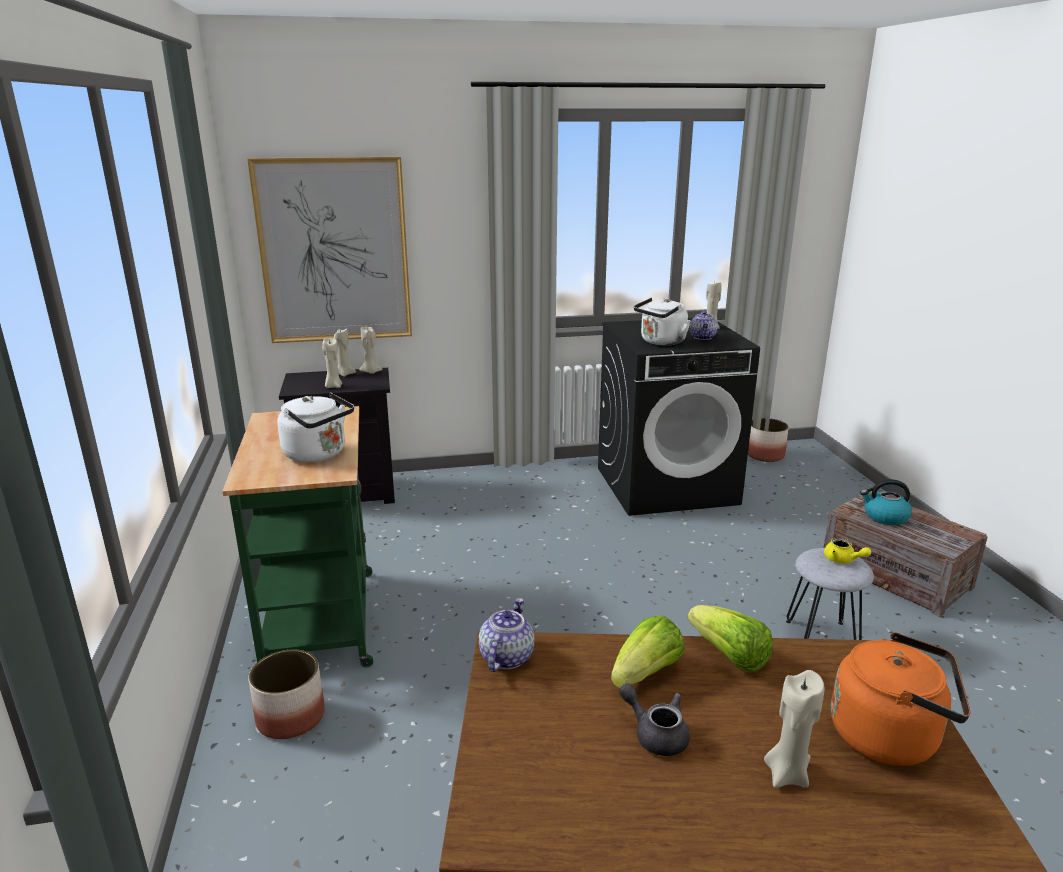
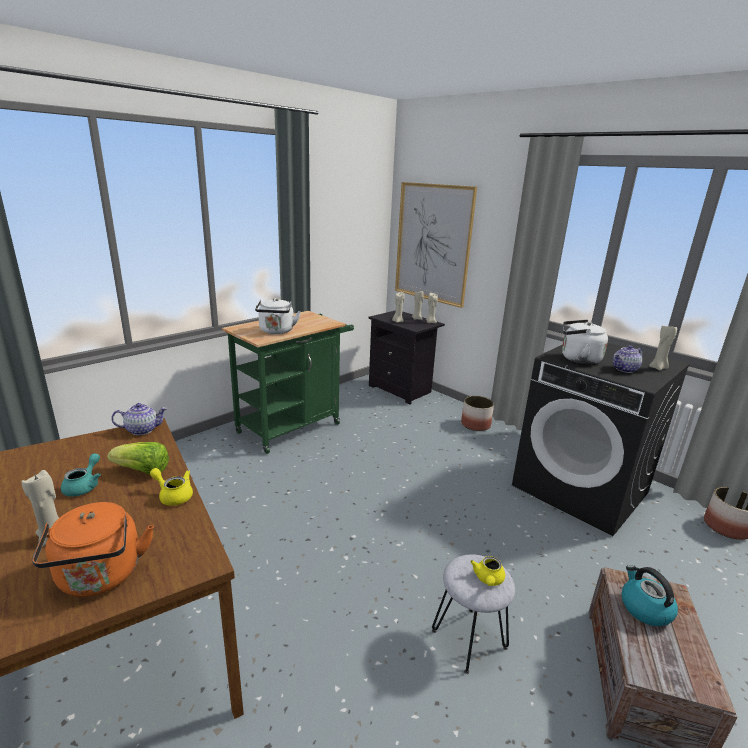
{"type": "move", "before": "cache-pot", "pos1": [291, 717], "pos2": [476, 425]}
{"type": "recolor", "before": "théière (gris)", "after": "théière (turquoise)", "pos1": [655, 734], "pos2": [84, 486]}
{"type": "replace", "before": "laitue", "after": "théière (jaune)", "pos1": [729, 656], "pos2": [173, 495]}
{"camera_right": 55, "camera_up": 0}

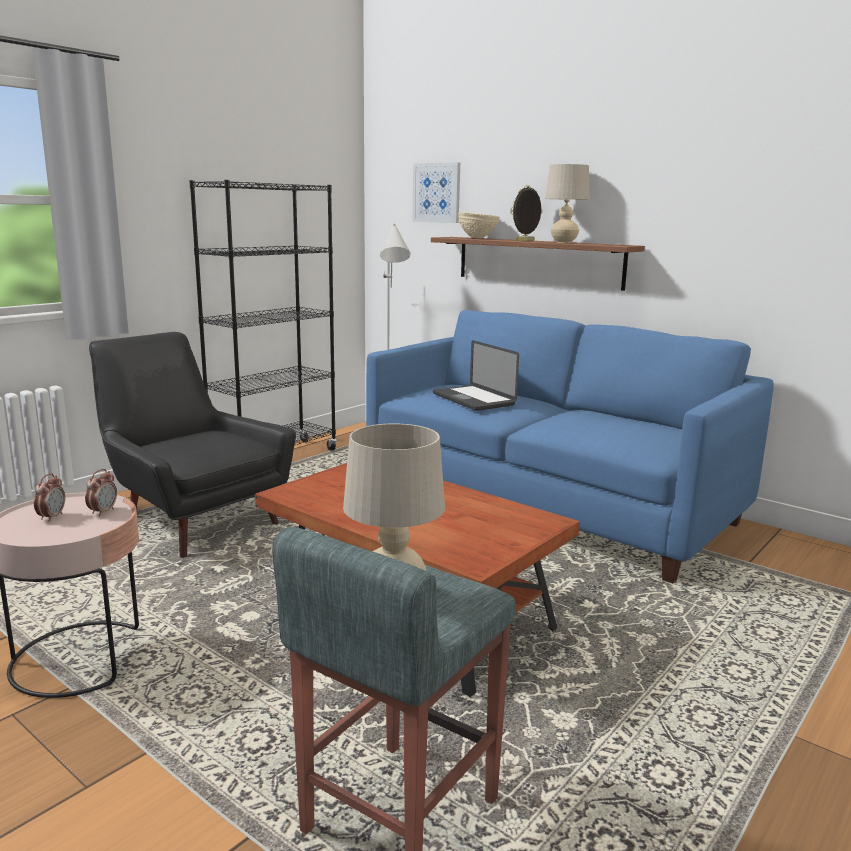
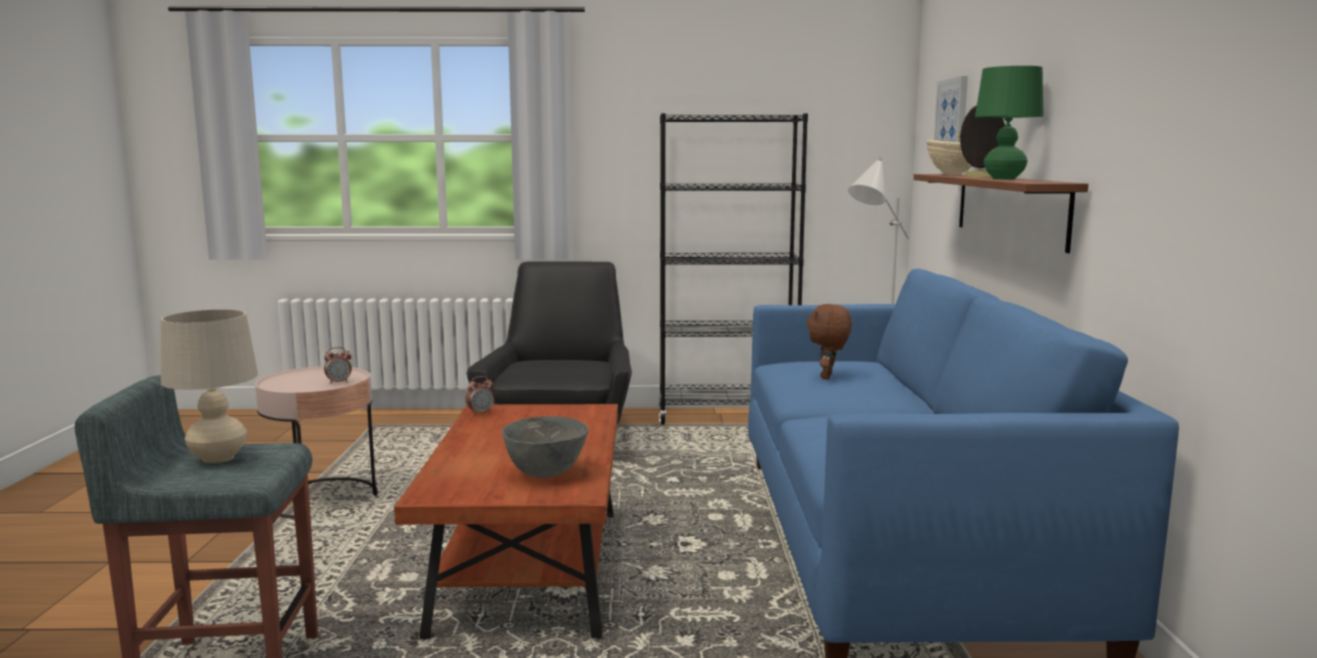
{"type": "move", "before": "réveil", "pos1": [52, 517], "pos2": [481, 413]}
{"type": "replace", "before": "ordinateur portable", "after": "peluche (marron)", "pos1": [473, 399], "pos2": [828, 377]}
{"type": "recolor", "before": "lampe de table (beige)", "after": "lampe de table (vert)", "pos1": [564, 242], "pos2": [1004, 179]}
{"type": "insert", "after": "bol (gris)", "pos2": [545, 474]}
{"camera_right": 50, "camera_up": -5}

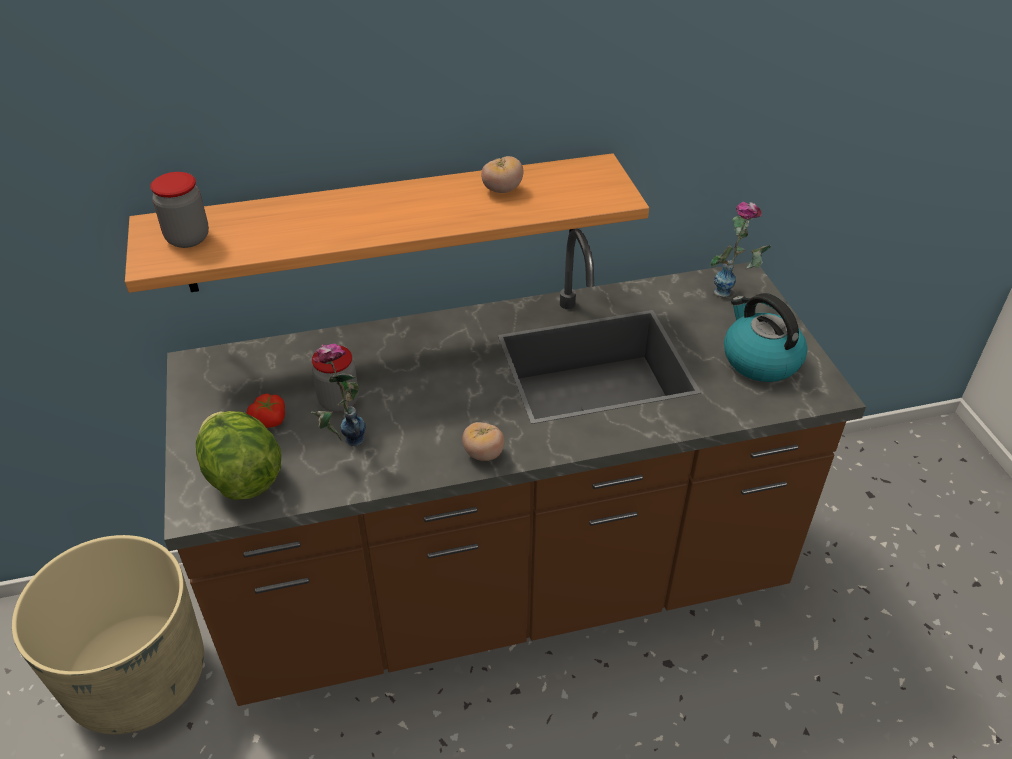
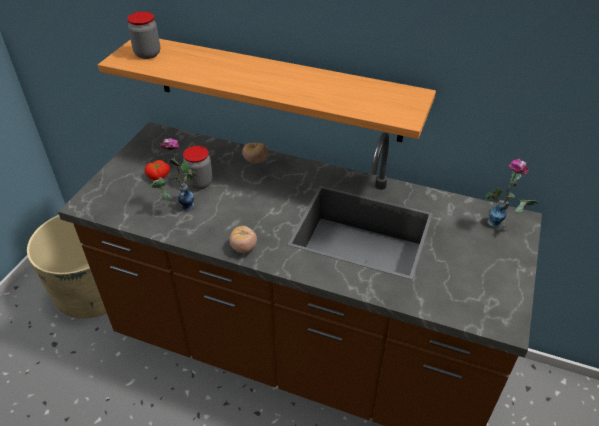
{"type": "delete", "before": "laitue", "pos1": [243, 477]}
{"type": "move", "before": "tomate", "pos1": [502, 189], "pos2": [255, 160]}
{"type": "delete", "before": "bouilloire", "pos1": [759, 360]}
{"camera_right": 35, "camera_up": 0}

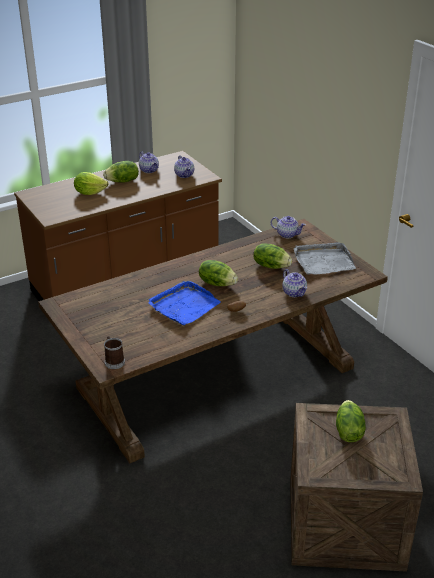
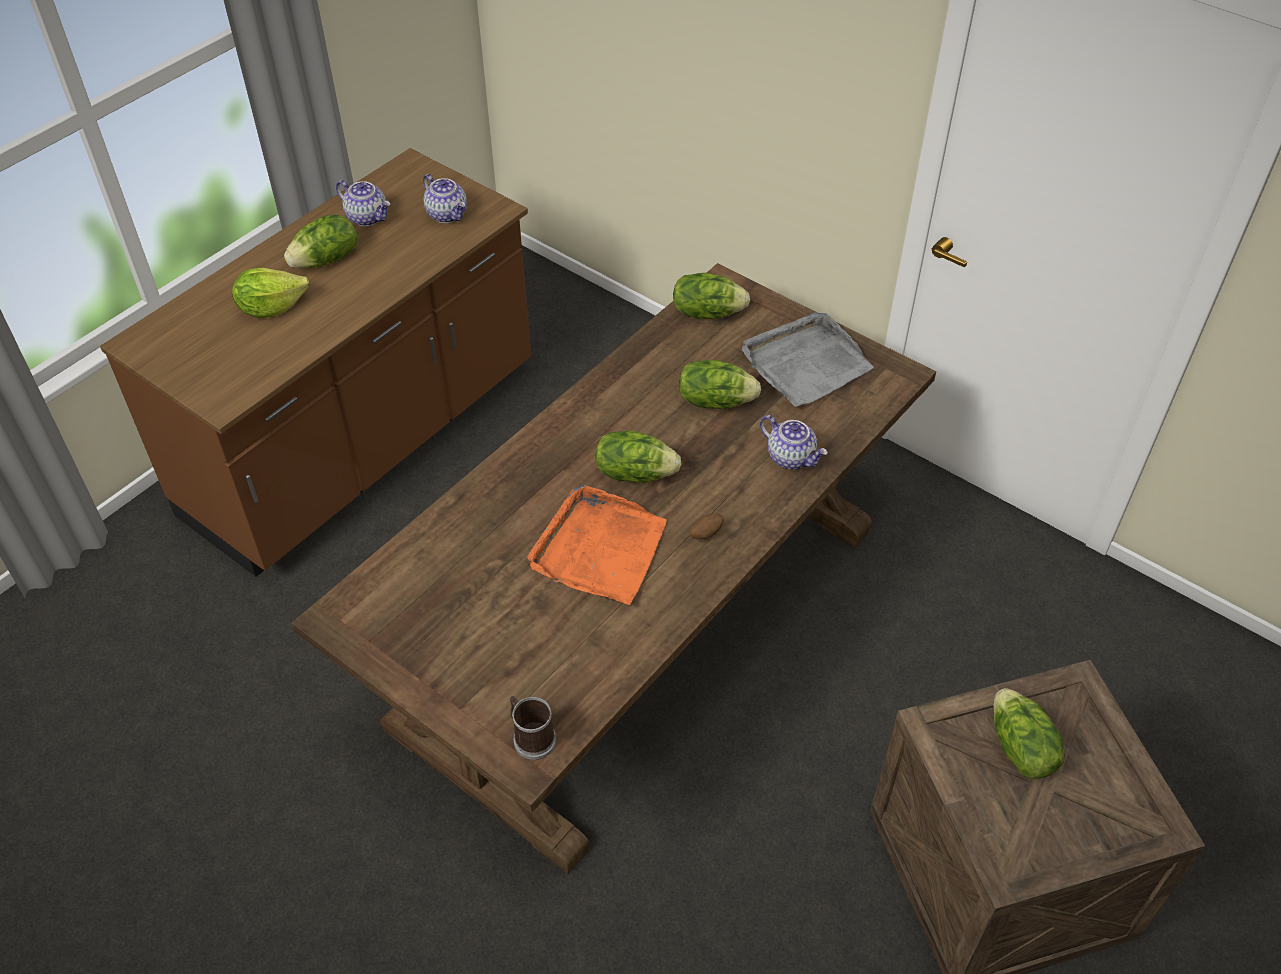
{"type": "recolor", "before": "plateau (bleu)", "after": "plateau (orange)", "pos1": [184, 306], "pos2": [599, 550]}
{"type": "replace", "before": "théière", "after": "laitue", "pos1": [287, 234], "pos2": [707, 312]}
{"camera_right": -20, "camera_up": 15}

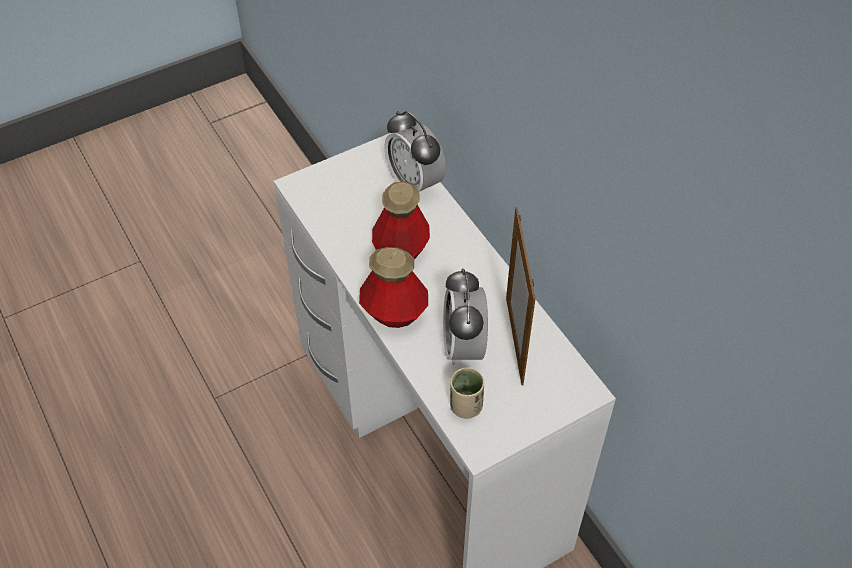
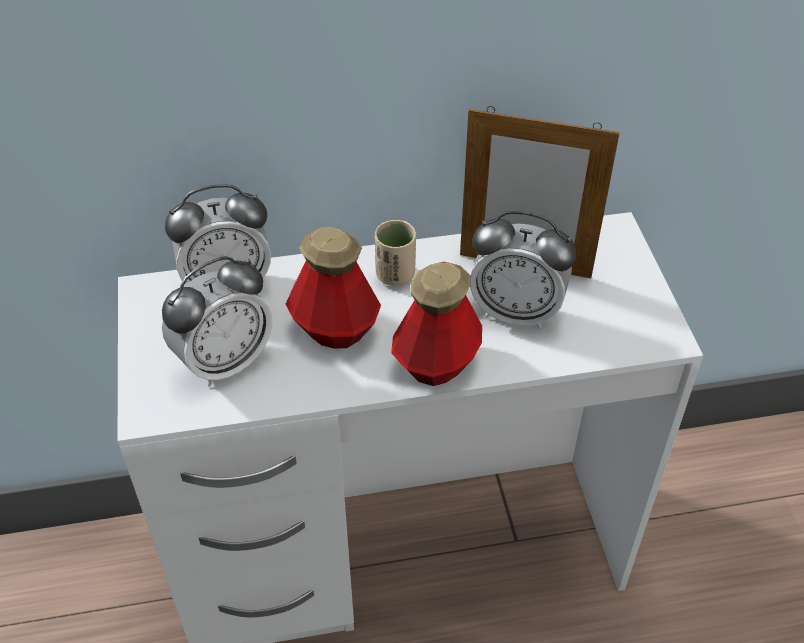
{"type": "move", "before": "tasse (beige)", "pos1": [466, 406], "pos2": [395, 275]}
{"type": "insert", "after": "réveil", "pos2": [225, 362]}
{"camera_right": -70, "camera_up": -5}

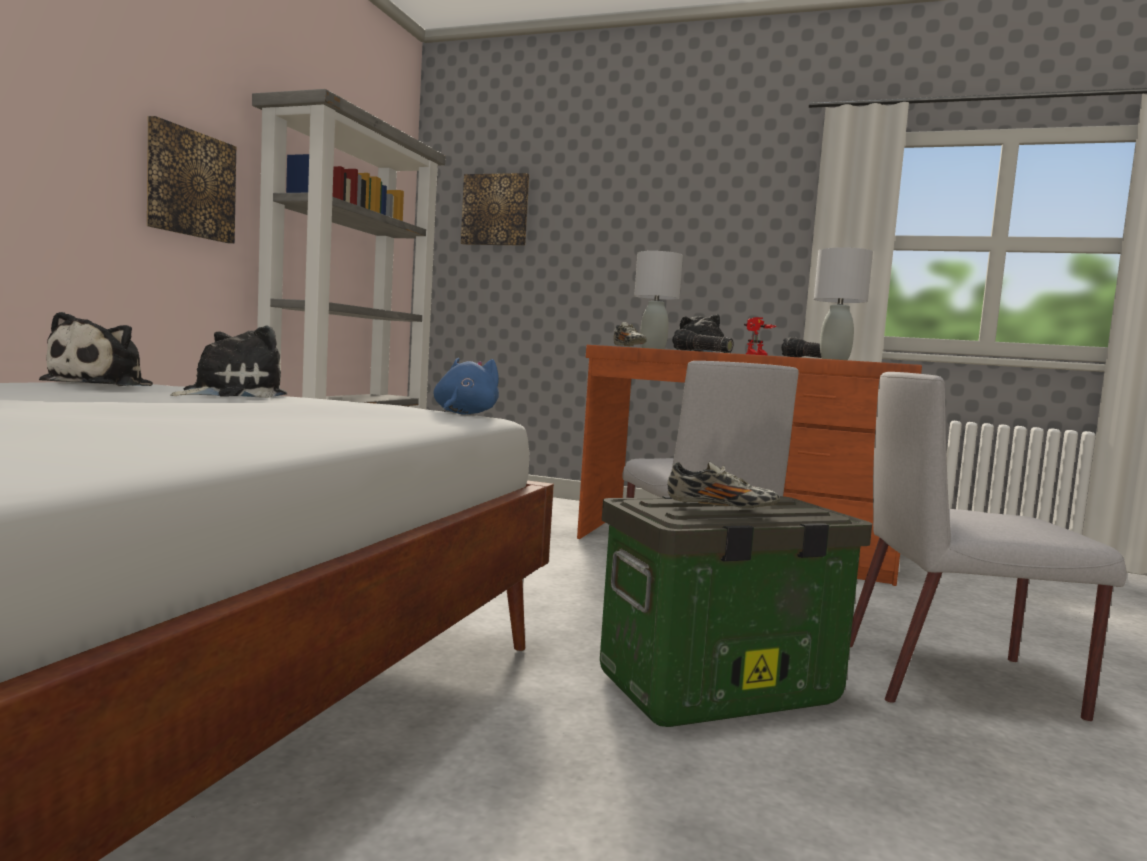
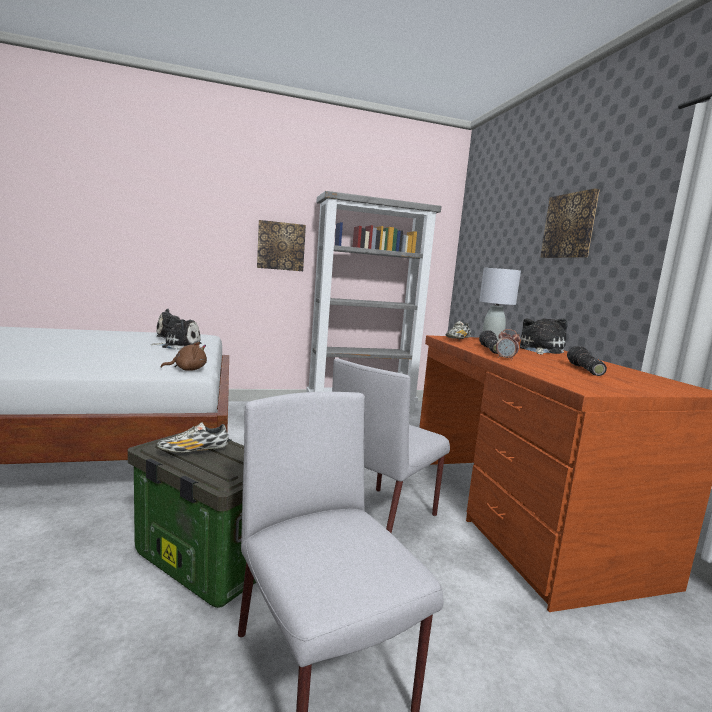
{"type": "recolor", "before": "peluche (bleu)", "after": "peluche (marron)", "pos1": [463, 414], "pos2": [188, 369]}
{"type": "move", "before": "tableau", "pos1": [495, 210], "pos2": [570, 226]}
{"type": "rotate", "before": "chaussure", "pos1": [720, 507], "pos2": [193, 451], "turn": 75}
{"type": "replace", "before": "robot jouet", "after": "réveil", "pos1": [756, 354], "pos2": [505, 358]}
{"type": "delete", "before": "lampe de table (gris)", "pos1": [834, 359]}
{"camera_right": 55, "camera_up": 5}

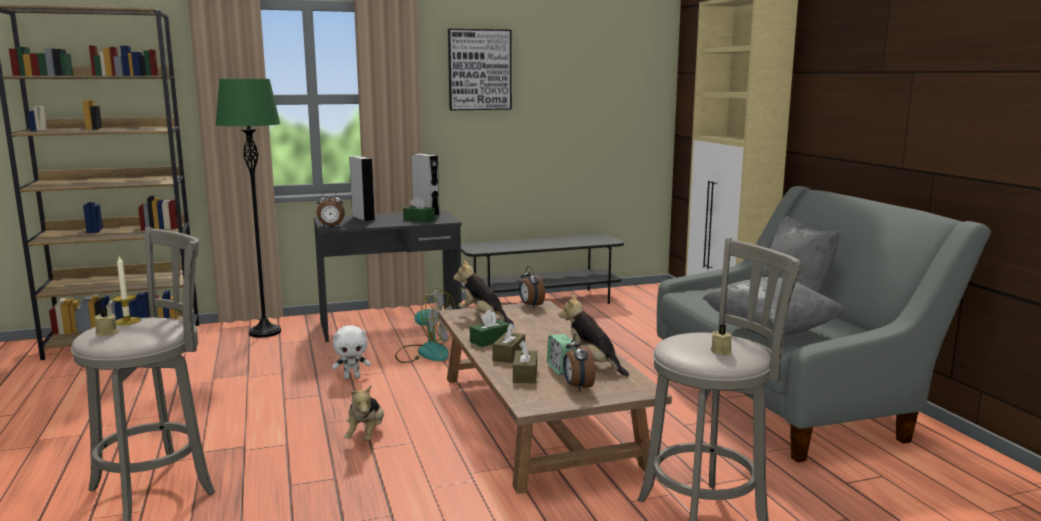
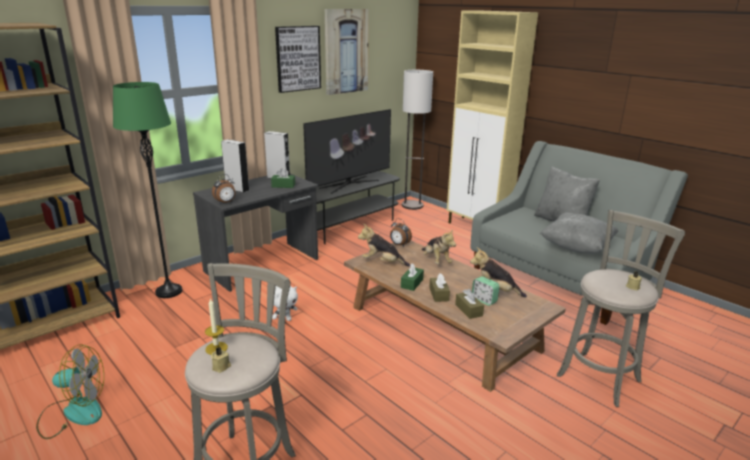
{"type": "move", "before": "peluche", "pos1": [366, 435], "pos2": [436, 260]}
{"type": "move", "before": "ventilateur", "pos1": [425, 353], "pos2": [73, 412]}
{"type": "delete", "before": "réveil", "pos1": [577, 387]}
{"type": "insert", "after": "téléviseur", "pos2": [349, 184]}
{"type": "insert", "after": "tableau", "pos2": [346, 51]}
{"type": "insert", "after": "lampadaire", "pos2": [412, 205]}
{"camera_right": -25, "camera_up": 10}

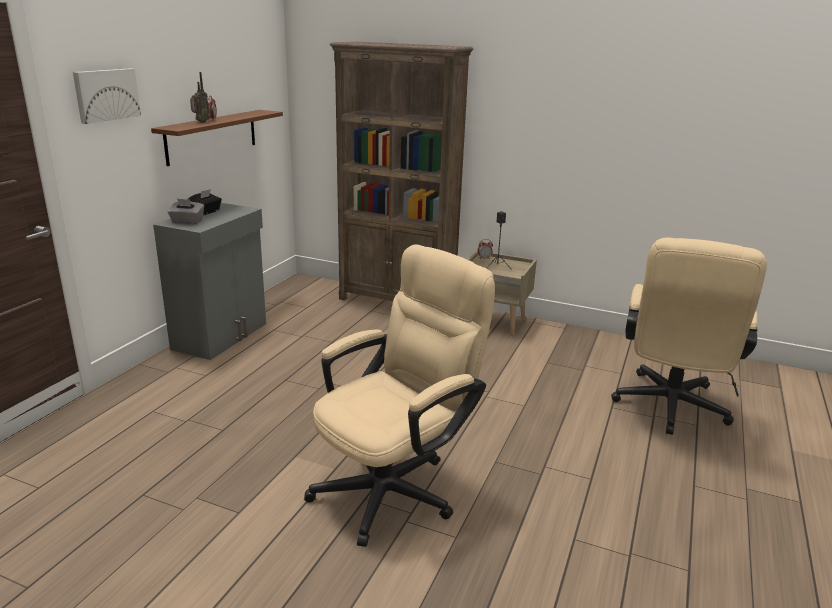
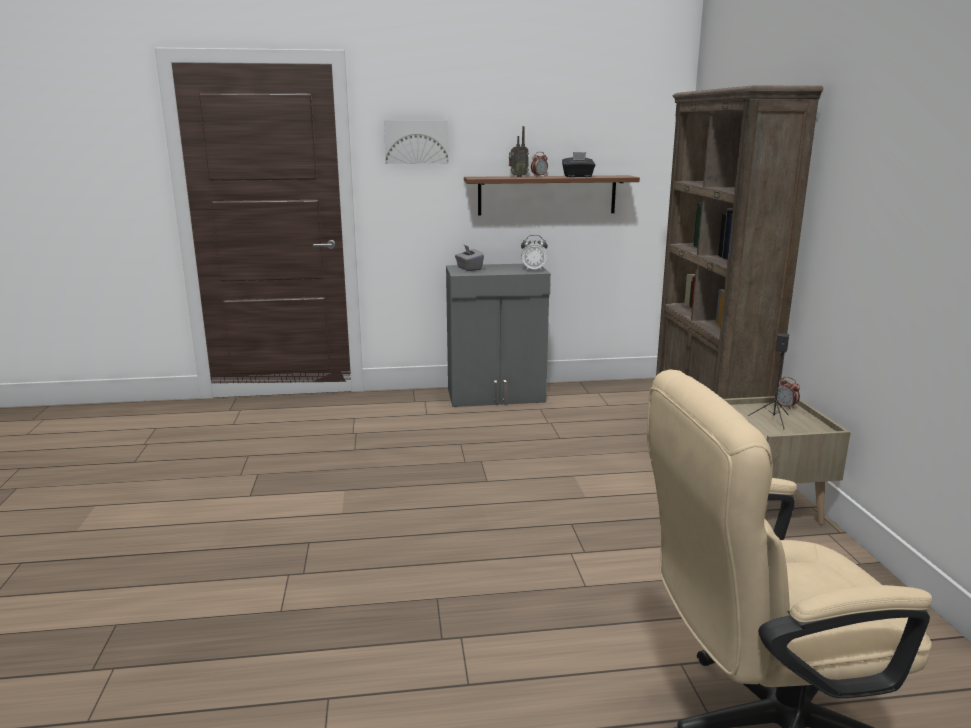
{"type": "move", "before": "boîte à mouchoirs (noir)", "pos1": [206, 212], "pos2": [578, 176]}
{"type": "delete", "before": "chaise de bureau (beige)", "pos1": [395, 486]}
{"type": "insert", "after": "réveil", "pos2": [533, 270]}
{"camera_right": 60, "camera_up": -5}

